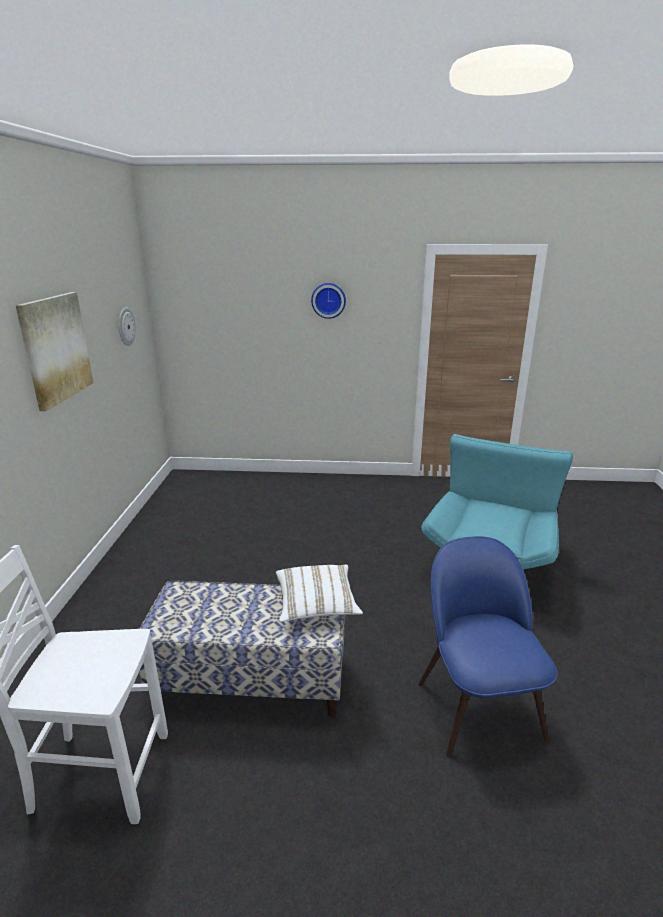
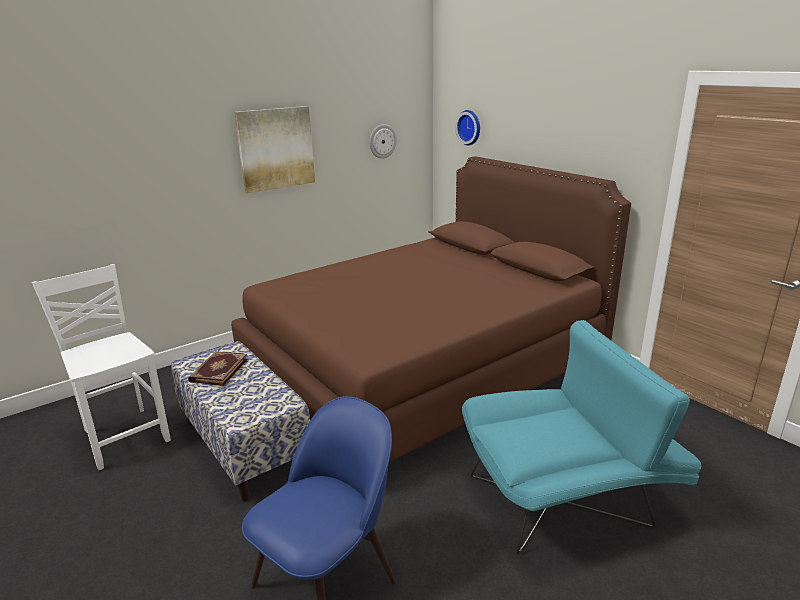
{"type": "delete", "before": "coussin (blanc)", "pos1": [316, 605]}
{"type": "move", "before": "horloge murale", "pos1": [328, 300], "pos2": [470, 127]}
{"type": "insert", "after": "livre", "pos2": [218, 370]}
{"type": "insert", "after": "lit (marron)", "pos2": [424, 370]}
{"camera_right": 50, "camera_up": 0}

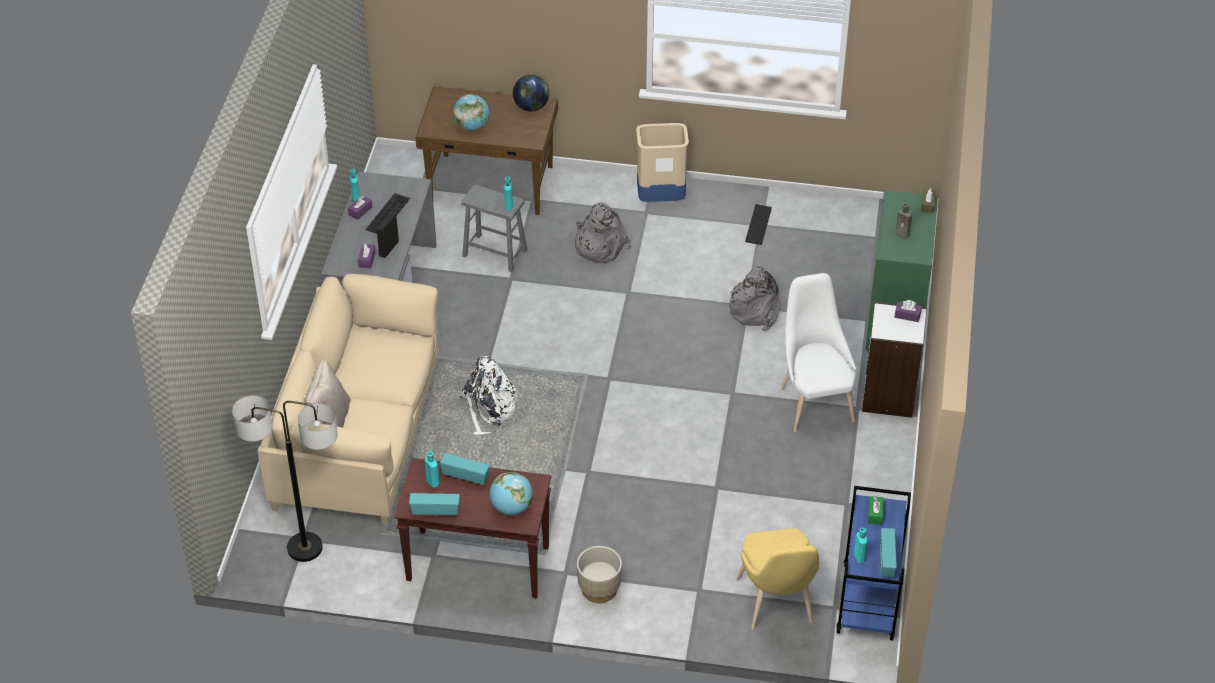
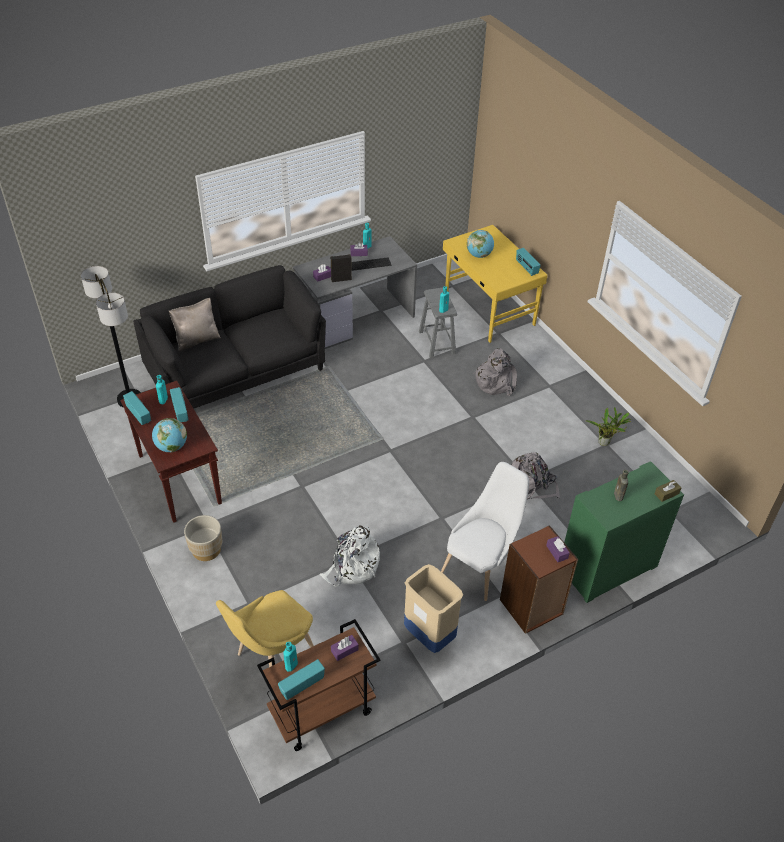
{"type": "recolor", "before": "canapé (beige)", "after": "canapé (noir)", "pos1": [358, 435], "pos2": [235, 371]}
{"type": "recolor", "before": "bureau (marron)", "after": "bureau (jaune)", "pos1": [491, 185], "pos2": [488, 310]}
{"type": "move", "before": "sac à dos (blanc)", "pos1": [490, 408], "pos2": [352, 567]}
{"type": "replace", "before": "globe", "after": "radio", "pos1": [531, 107], "pos2": [526, 268]}
{"type": "move", "before": "poubelle (beige)", "pos1": [661, 198], "pos2": [429, 636]}
{"type": "replace", "before": "clavier", "after": "plante en pot", "pos1": [757, 224], "pos2": [605, 443]}
{"type": "recolor", "before": "chariot (bleu)", "after": "chariot (marron)", "pos1": [869, 602], "pos2": [321, 713]}
{"type": "recolor", "before": "bibliothèque (blanc)", "after": "bibliothèque (marron)", "pos1": [889, 396], "pos2": [531, 607]}
{"type": "recolor", "before": "boîte à mouchoirs (vert)", "after": "boîte à mouchoirs (violet)", "pos1": [875, 514], "pos2": [344, 650]}
{"camera_right": 50, "camera_up": 0}

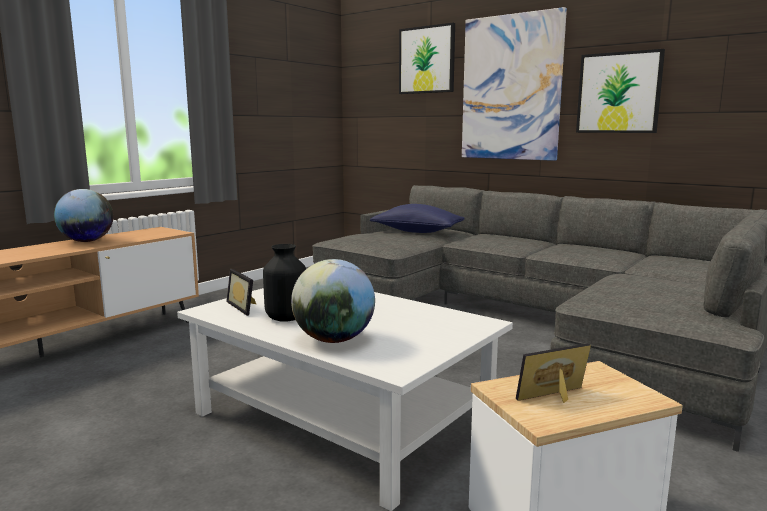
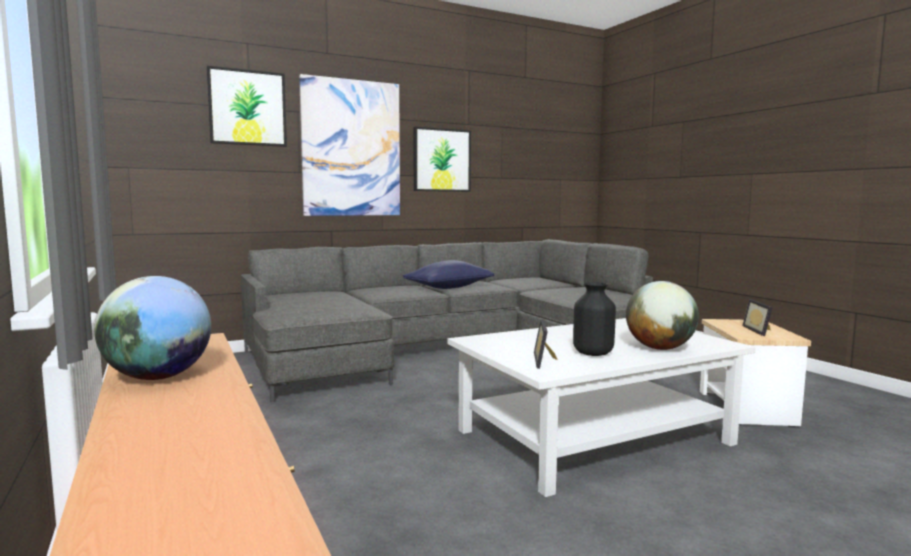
{"type": "rotate", "before": "cadre photo", "pos1": [245, 307], "pos2": [546, 360], "turn": 105}
{"type": "move", "before": "coussin (bleu)", "pos1": [417, 231], "pos2": [449, 287]}
{"camera_right": -65, "camera_up": -5}

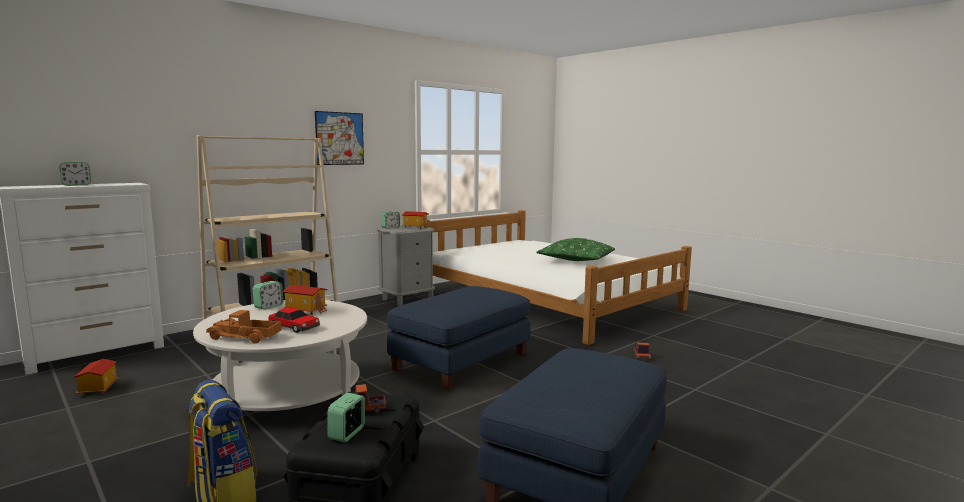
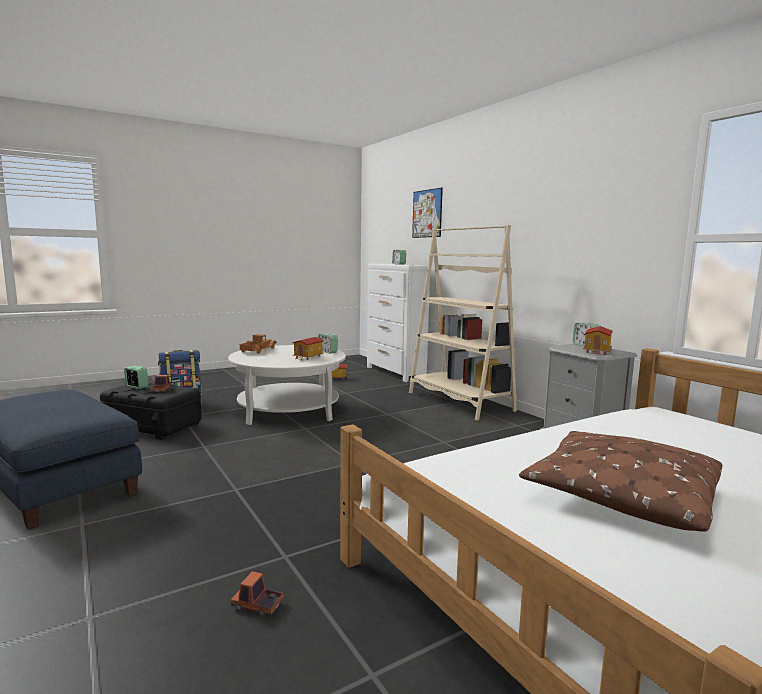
{"type": "delete", "before": "petite voiture", "pos1": [294, 327]}
{"type": "move", "before": "tableau", "pos1": [339, 138], "pos2": [427, 213]}
{"type": "delete", "before": "pouf (bleu)", "pos1": [462, 361]}
{"type": "recolor", "before": "coussin (vert)", "after": "coussin (marron)", "pos1": [575, 261], "pos2": [620, 495]}
{"camera_right": 100, "camera_up": 0}

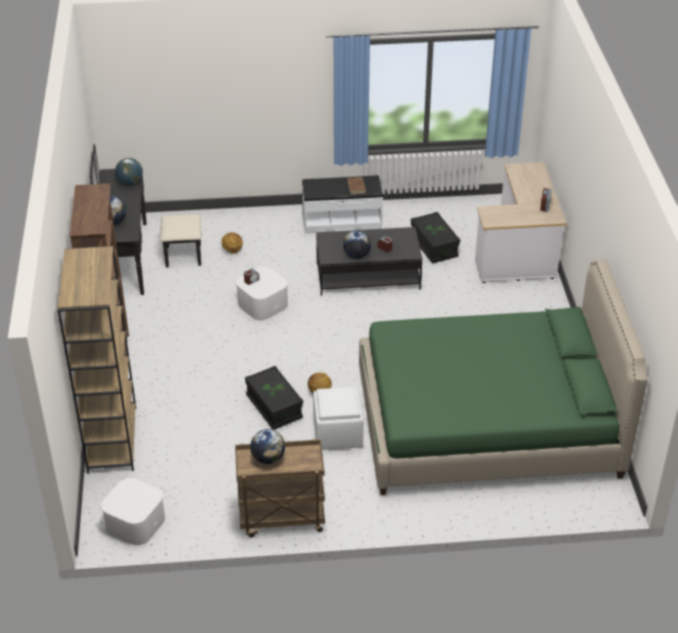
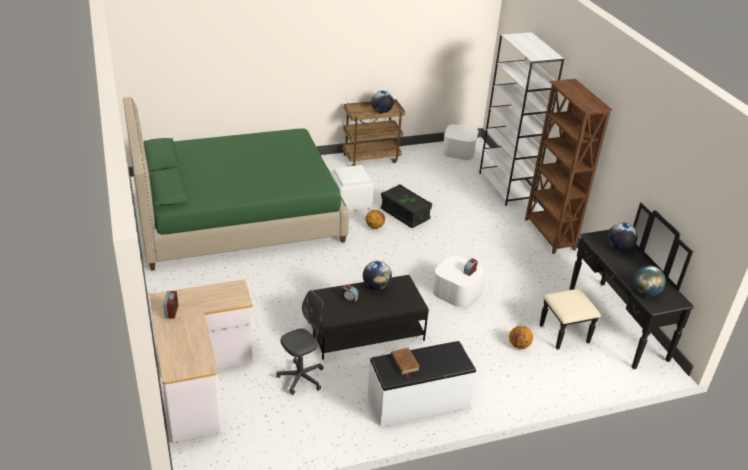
{"type": "recolor", "before": "bibliothèque (marron)", "after": "bibliothèque (blanc)", "pos1": [112, 439], "pos2": [506, 187]}
{"type": "replace", "before": "boîte de rangement (noir)", "after": "chaise de bureau (gris)", "pos1": [434, 246], "pos2": [301, 378]}
{"camera_right": 165, "camera_up": -5}

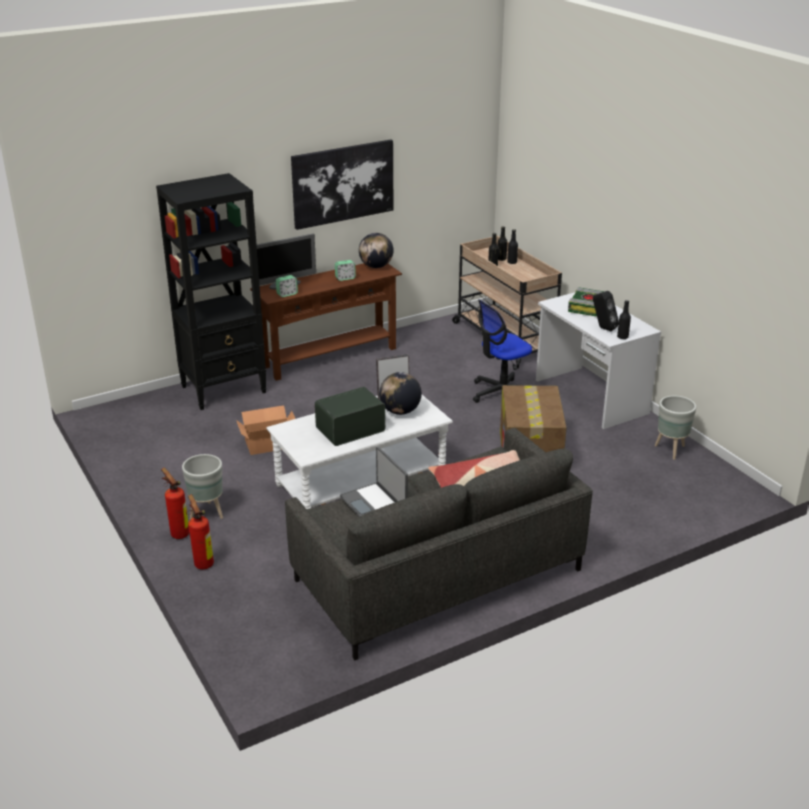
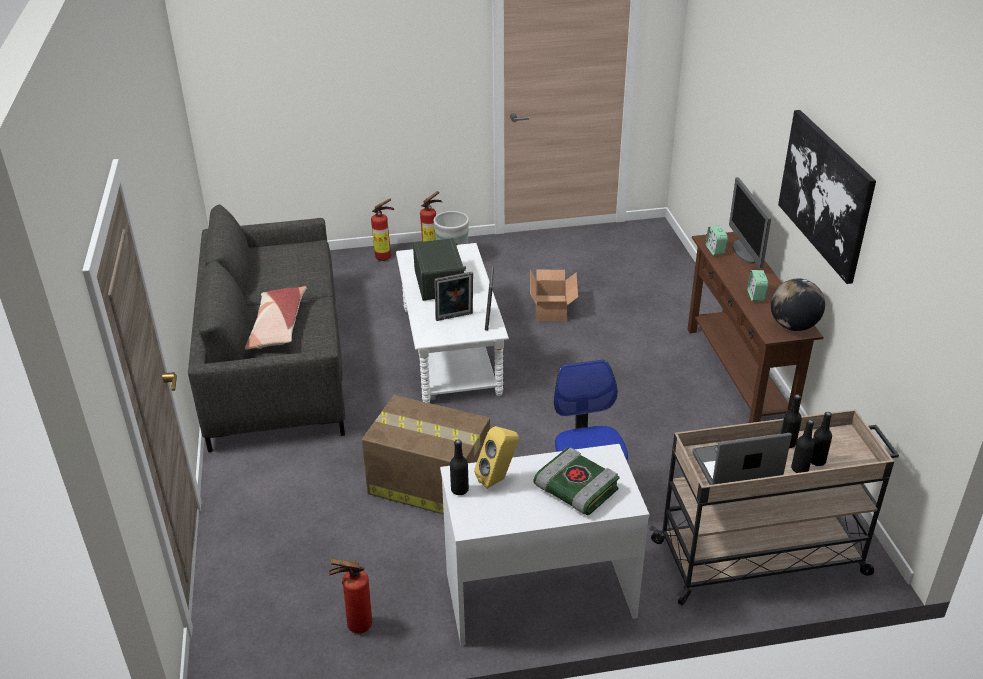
{"type": "delete", "before": "bibliothèque (noir)", "pos1": [224, 389]}
{"type": "move", "before": "ordinateur portable", "pos1": [374, 505], "pos2": [737, 467]}
{"type": "replace", "before": "globe", "after": "cadre photo", "pos1": [400, 411], "pos2": [454, 317]}
{"type": "recolor", "before": "enceinte (noir)", "after": "enceinte (jaune)", "pos1": [603, 328], "pos2": [498, 479]}
{"type": "replace", "before": "cache-pot (gris)", "after": "extincteur", "pos1": [671, 450], "pos2": [355, 625]}
{"camera_right": 110, "camera_up": 5}

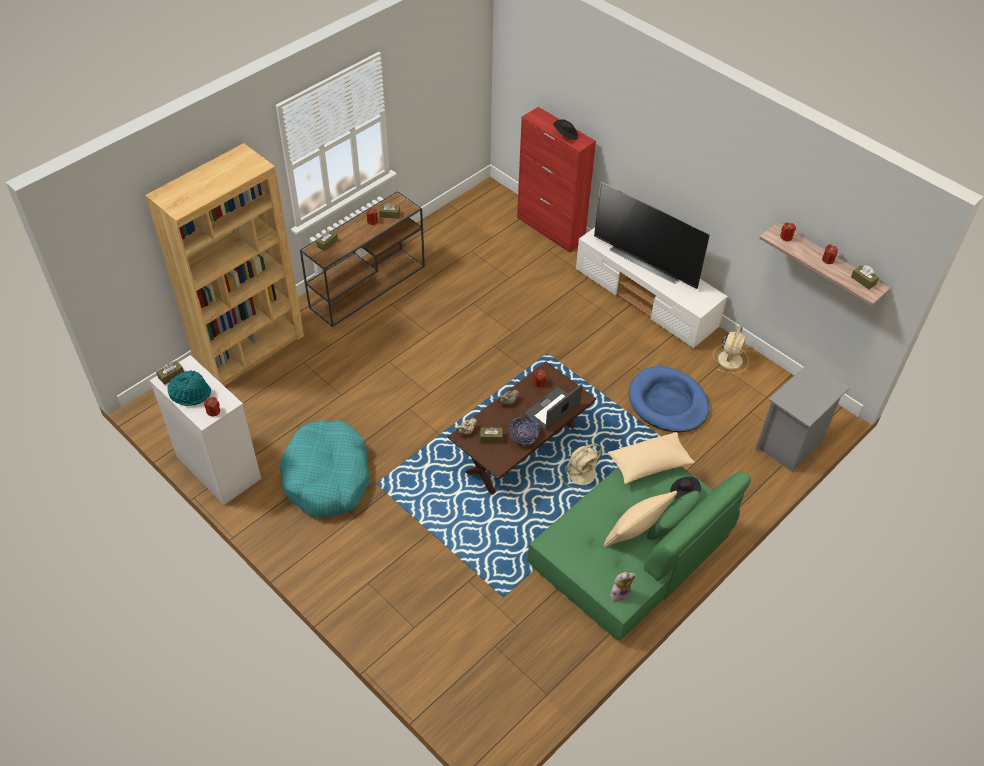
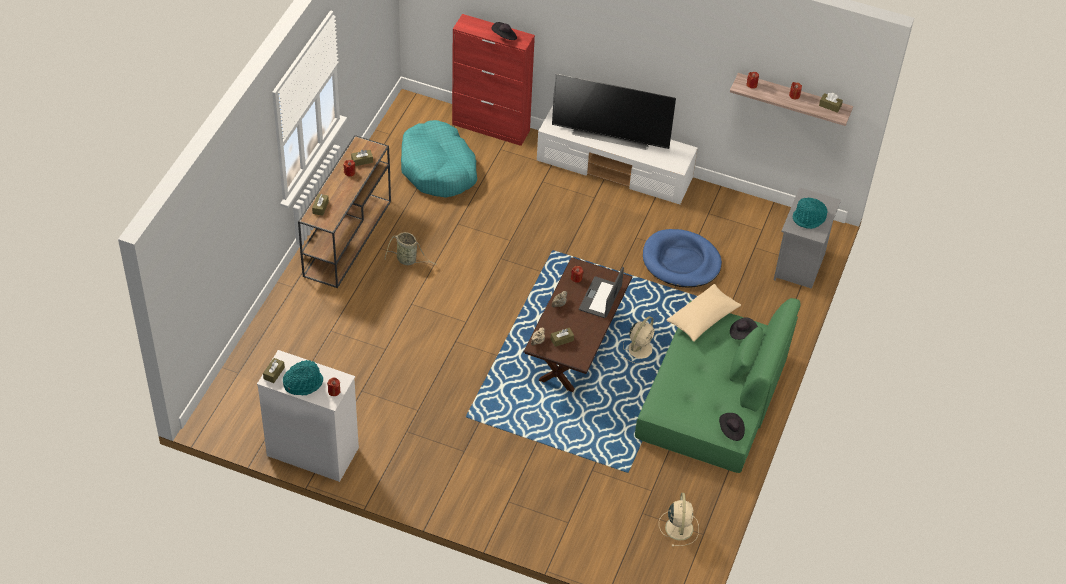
{"type": "delete", "before": "bibliothèque (marron)", "pos1": [250, 349]}
{"type": "move", "before": "panier pour chien (turquoise)", "pos1": [327, 477], "pos2": [438, 168]}
{"type": "delete", "before": "bol", "pos1": [523, 436]}
{"type": "delete", "before": "coussin (beige)", "pos1": [637, 529]}
{"type": "replace", "before": "peluche", "after": "chapeau (noir)", "pos1": [620, 593], "pos2": [731, 431]}
{"type": "move", "before": "ventilateur (beige)", "pos1": [730, 359], "pos2": [679, 527]}
{"type": "insert", "after": "panier", "pos2": [408, 260]}
{"type": "insert", "after": "chapeau (turquoise)", "pos2": [809, 218]}
{"camera_right": -25, "camera_up": 0}

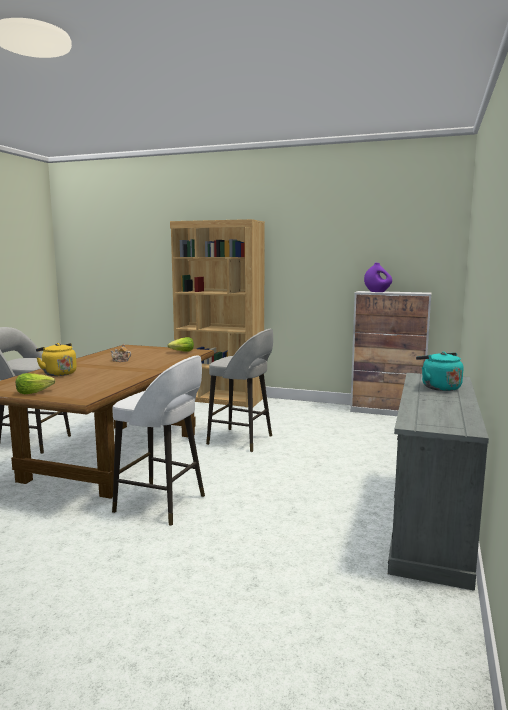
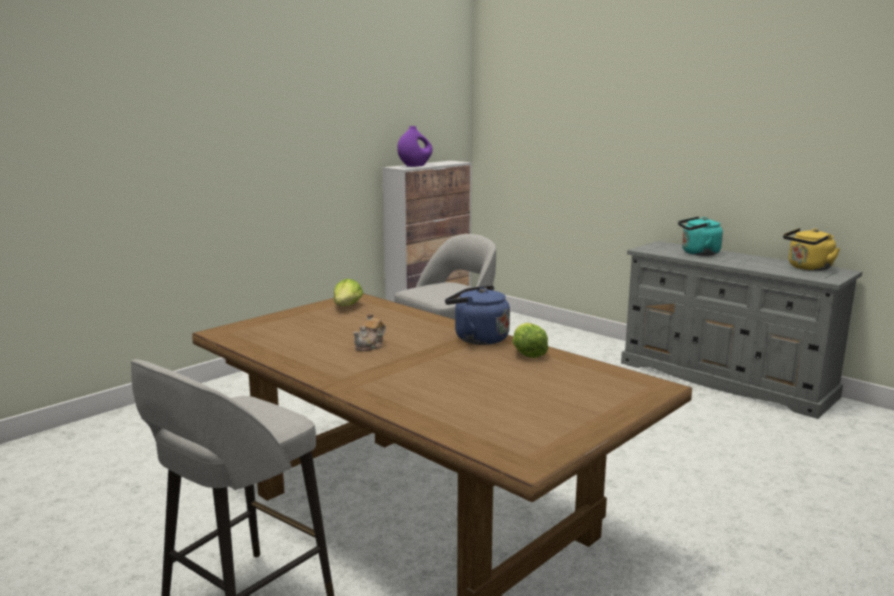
{"type": "move", "before": "laitue", "pos1": [34, 392], "pos2": [528, 353]}
{"type": "move", "before": "bouilloire (jaune)", "pos1": [58, 373], "pos2": [808, 268]}
{"type": "delete", "before": "tabouret (blanc)", "pos1": [162, 504]}
{"type": "delete", "before": "bibliothèque (marron)", "pos1": [220, 399]}
{"type": "insert", "after": "bouilloire (bleu)", "pos2": [477, 338]}
{"camera_right": -65, "camera_up": 5}

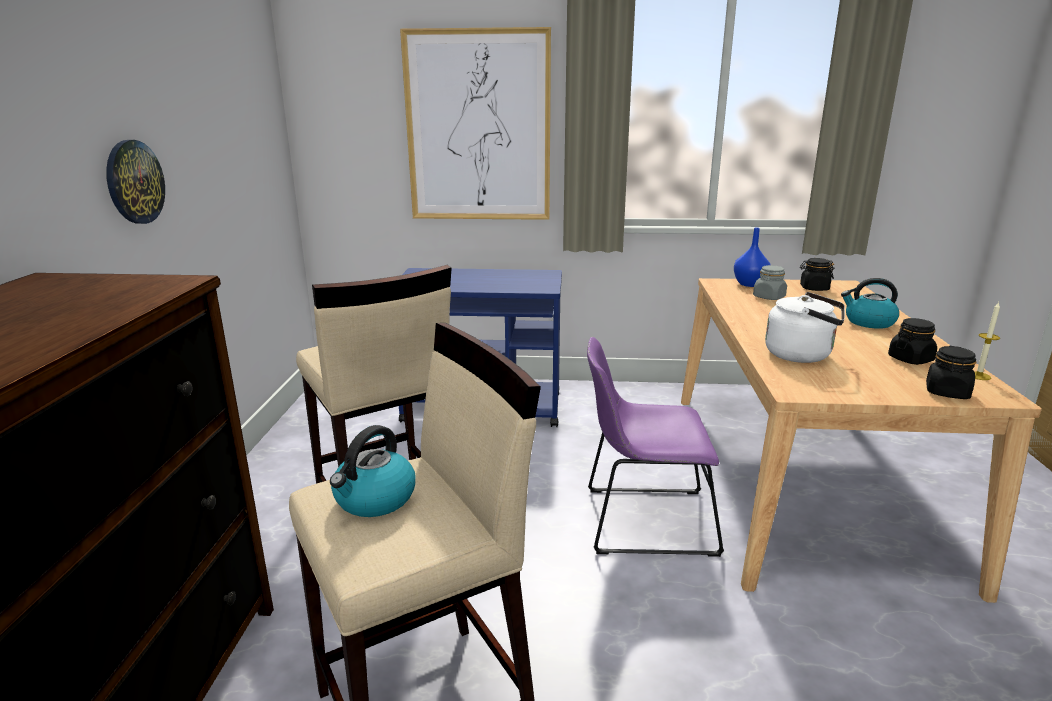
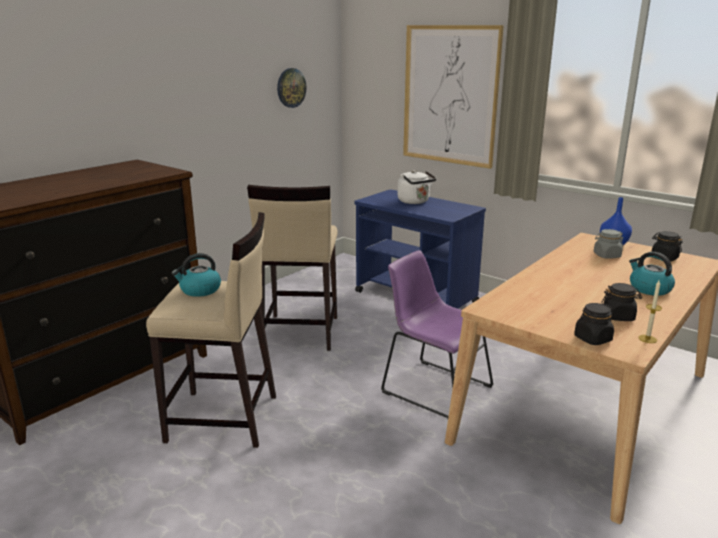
{"type": "move", "before": "horloge murale", "pos1": [134, 182], "pos2": [291, 88]}
{"type": "move", "before": "bouilloire (blanc)", "pos1": [802, 355], "pos2": [415, 202]}
{"camera_right": 35, "camera_up": 0}

